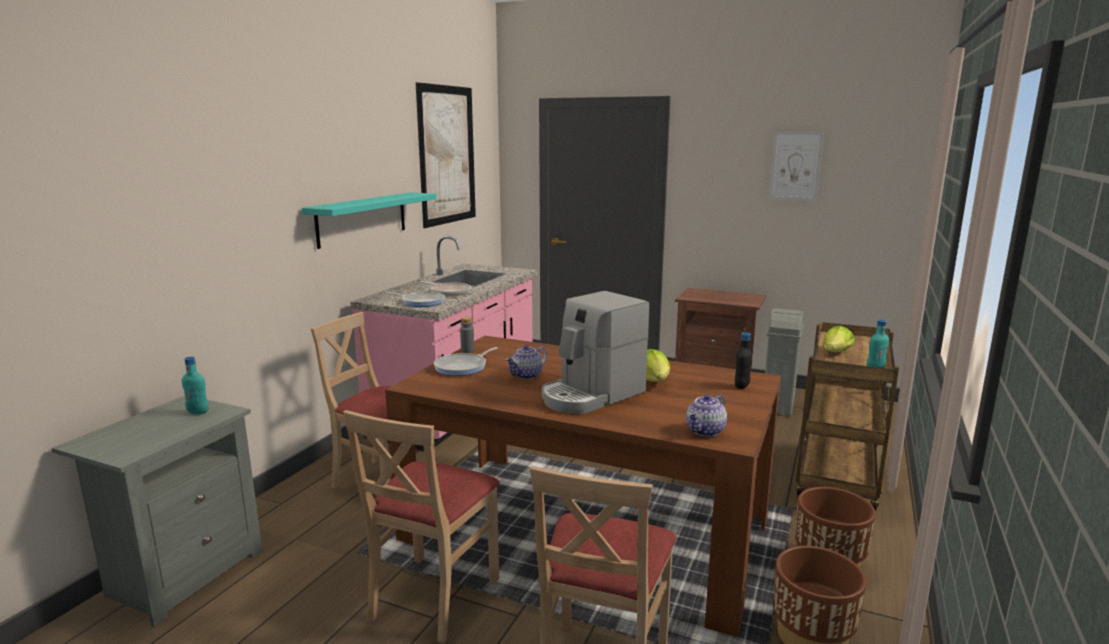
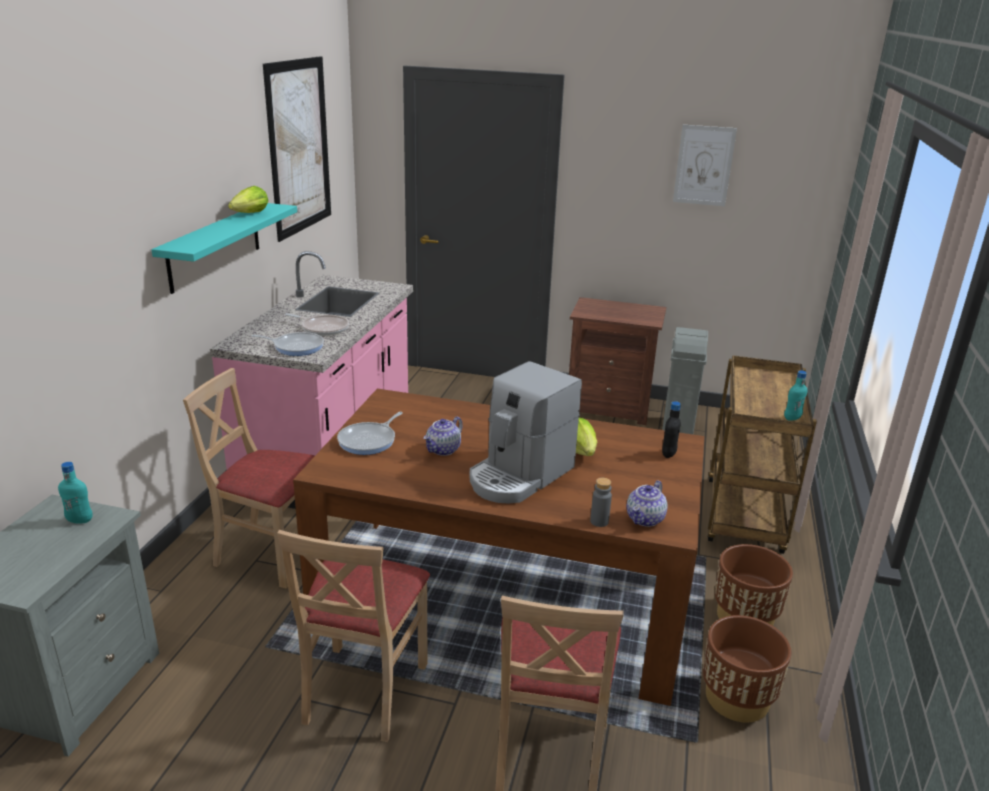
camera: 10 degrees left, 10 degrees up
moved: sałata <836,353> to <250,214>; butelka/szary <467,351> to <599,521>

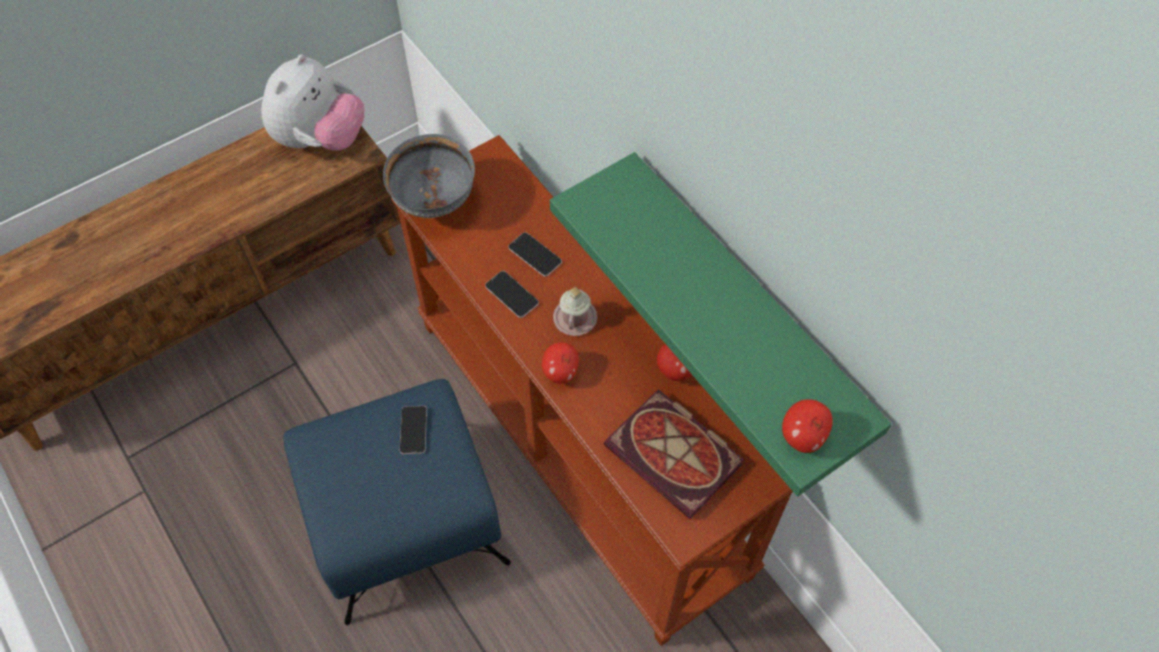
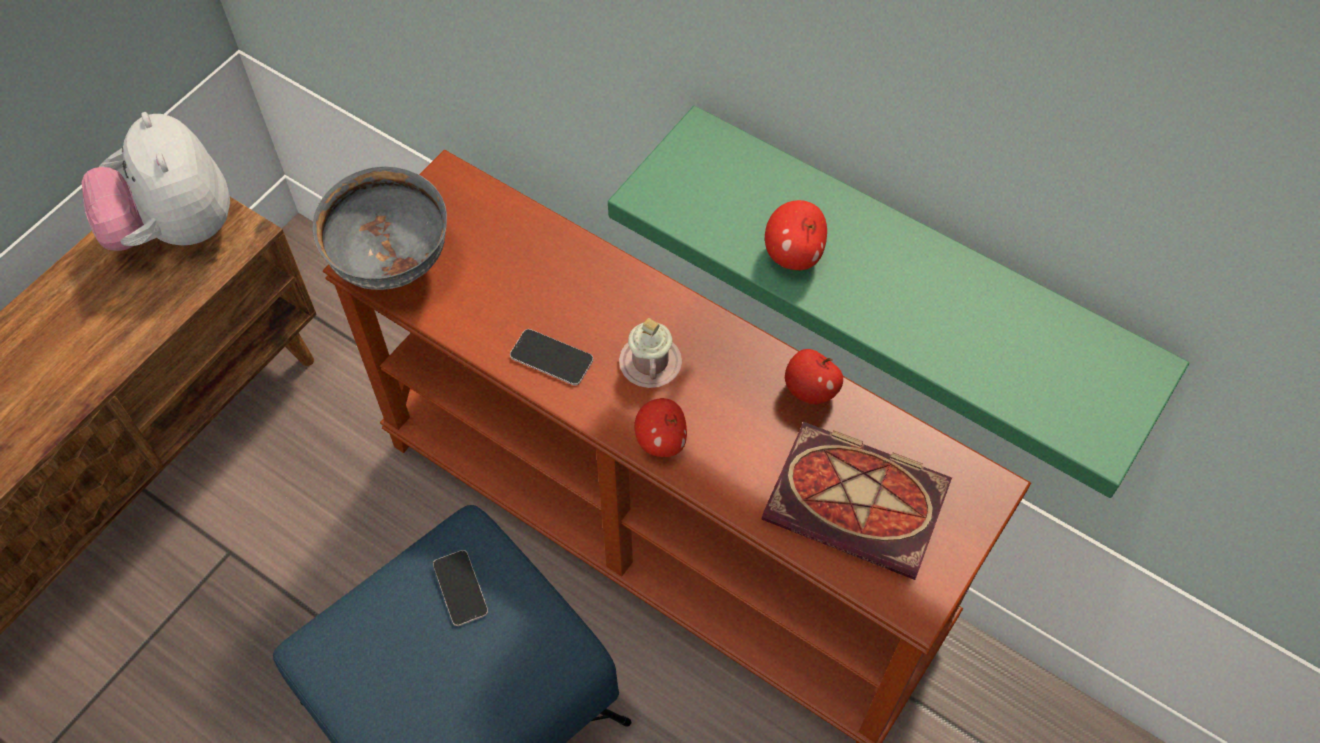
camera: 20 degrees left, 0 degrees up
removed: telefon <535,255>
moved: jabłko <802,436> to <793,254>
turned: pluszak <320,139> = <176,229> 150 degrees clockwise

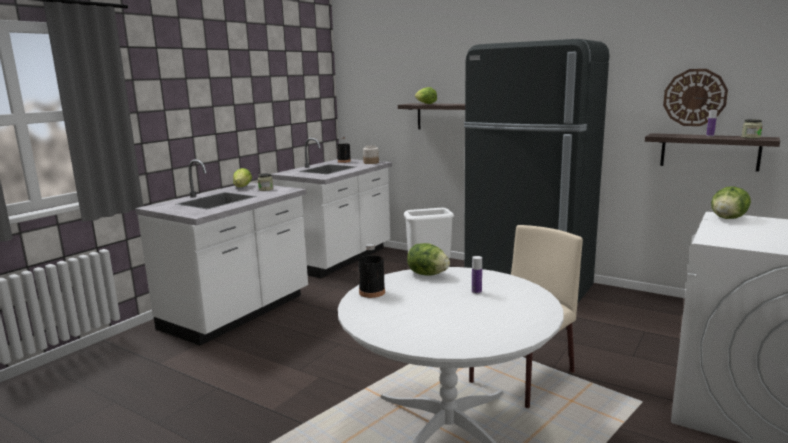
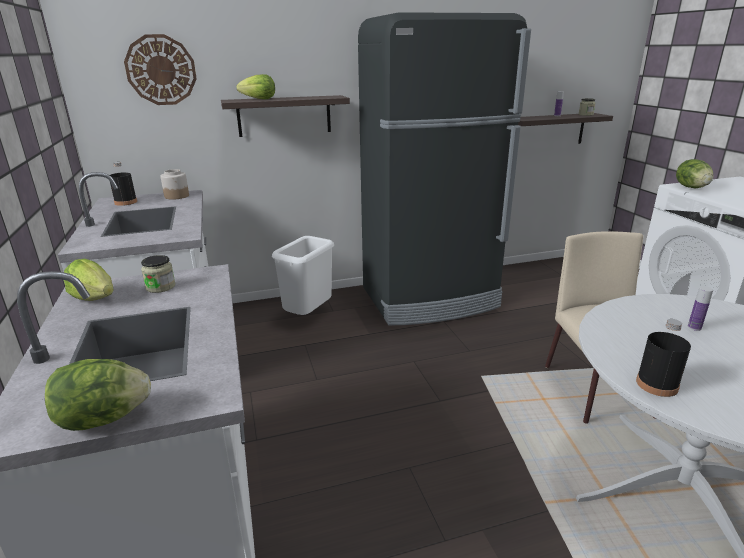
camera: 50 degrees left, 10 degrees up
moved: sałata <427,274> to <104,419>; zegar ścienny <694,97> to <161,70>

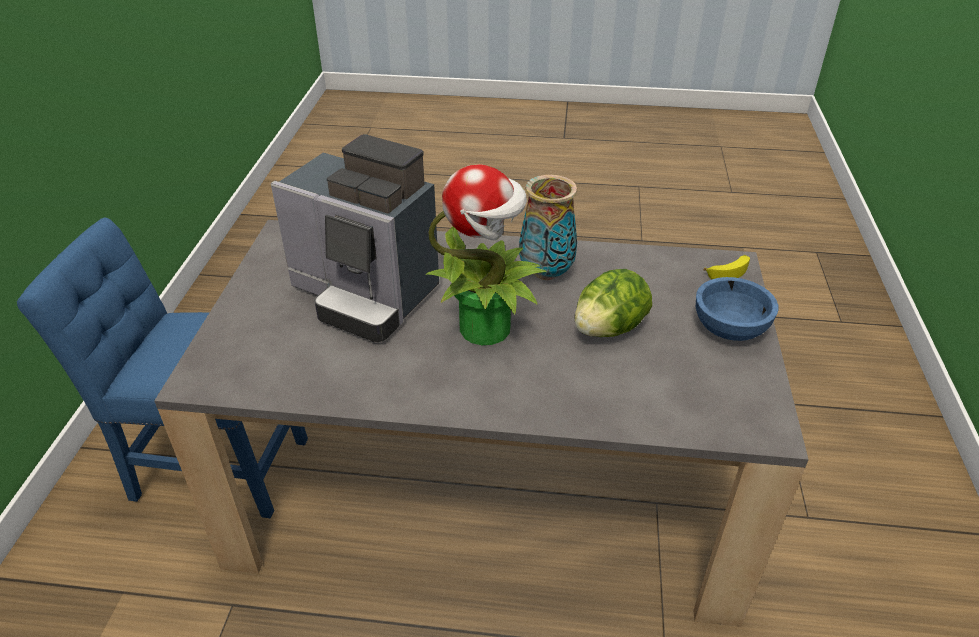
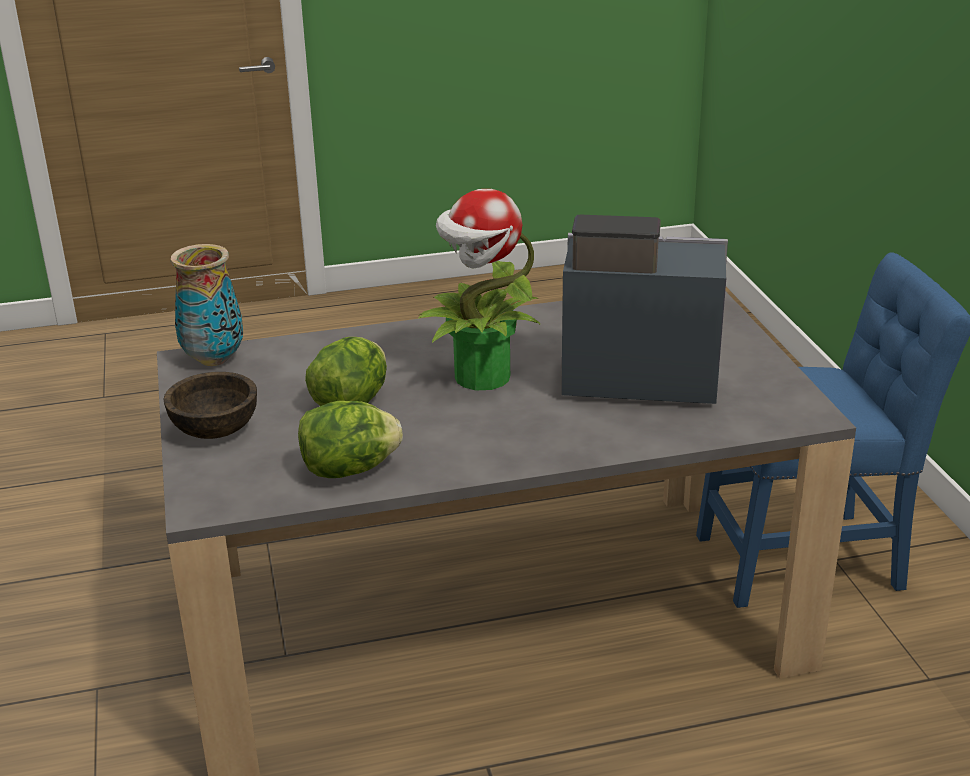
camera: 160 degrees right, 10 degrees down
removed: banan <728,271>
added: sałata <349,470>
moved: wazon <546,273> to <213,359>
recoloured: miska/niebieski <730,329> to miska/brązowy <214,429>

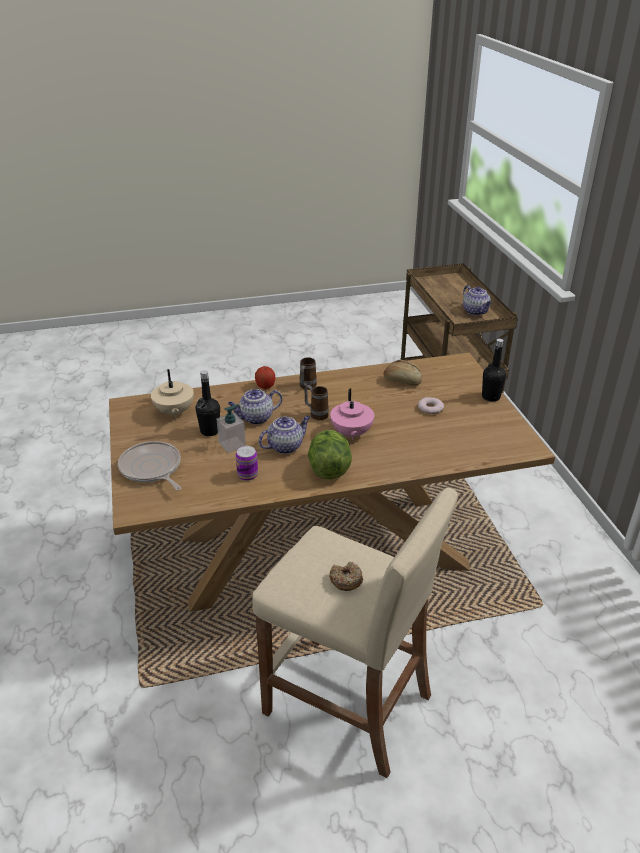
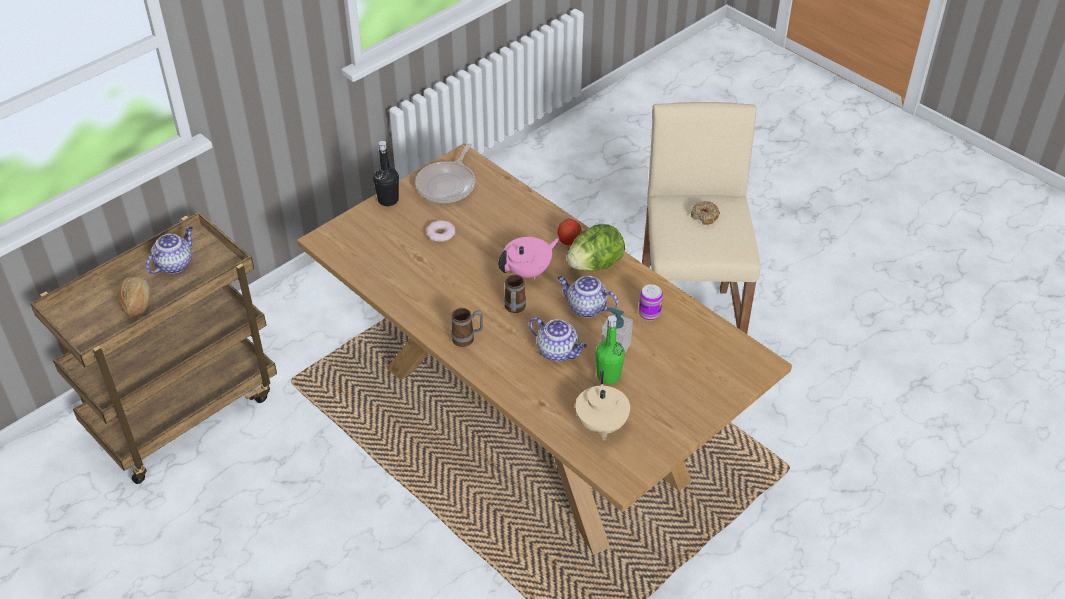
camera: 120 degrees left, 10 degrees up
moved: chleb <402,381> to <136,303>; patelnia <152,469> to <447,185>; jabłko <265,386> to <569,241>
recoloured: butelka/czarny <210,431> to butelka/zielony <608,376>
turned: imbryk/beżowy <174,412> = <601,425> 135 degrees clockwise

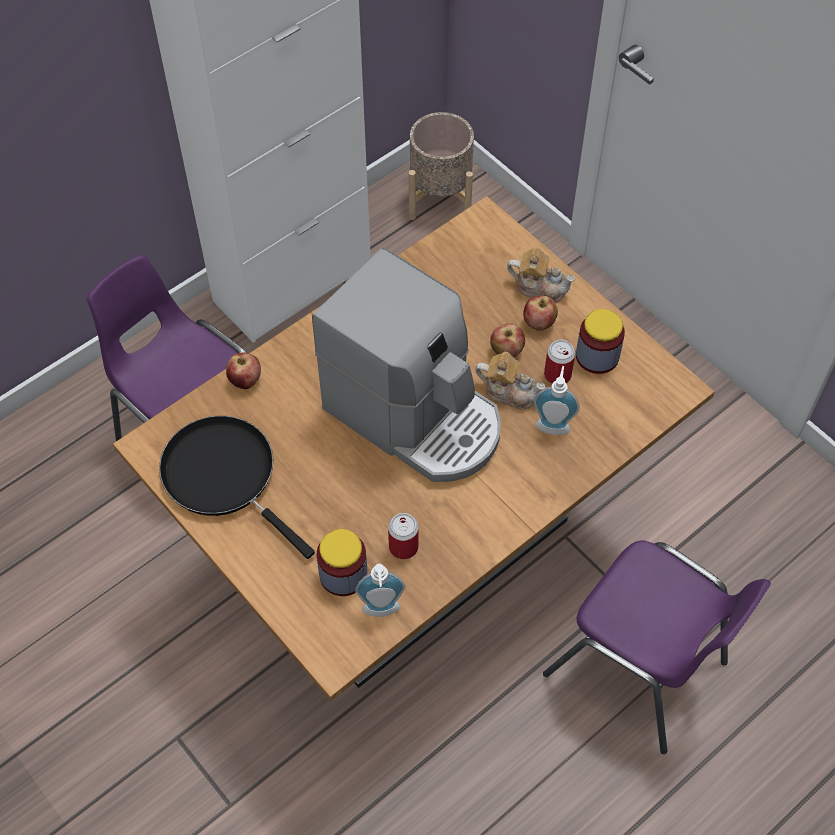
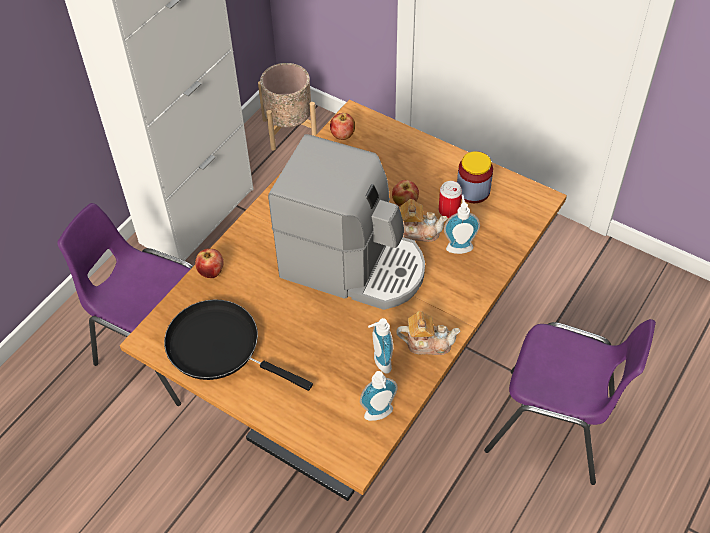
camera: 15 degrees left, 5 degrees down
removed: słoik <343,574>
moved: jabłko <538,323> to <342,136>; imbryk <539,287> to <427,343>
replaced: puszka <403,547> to dozownik mydła <379,363>

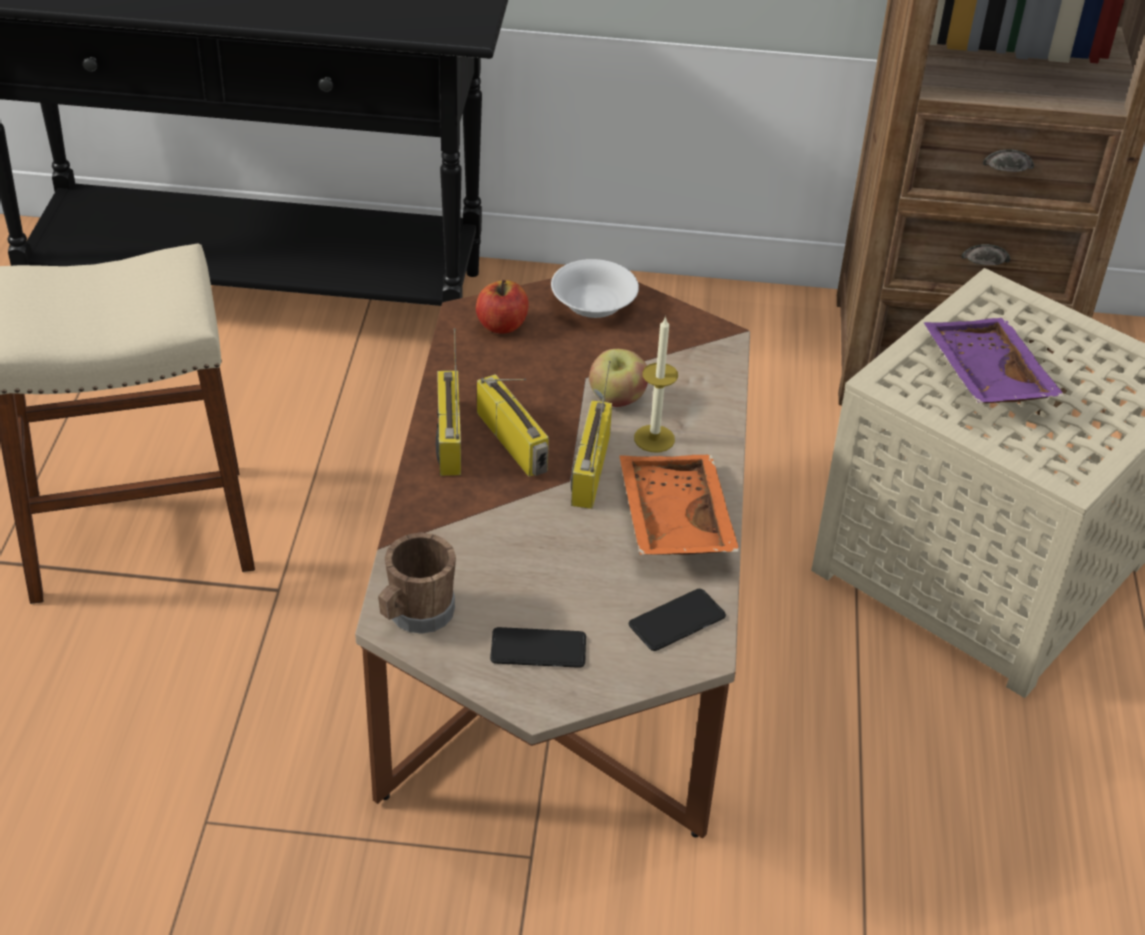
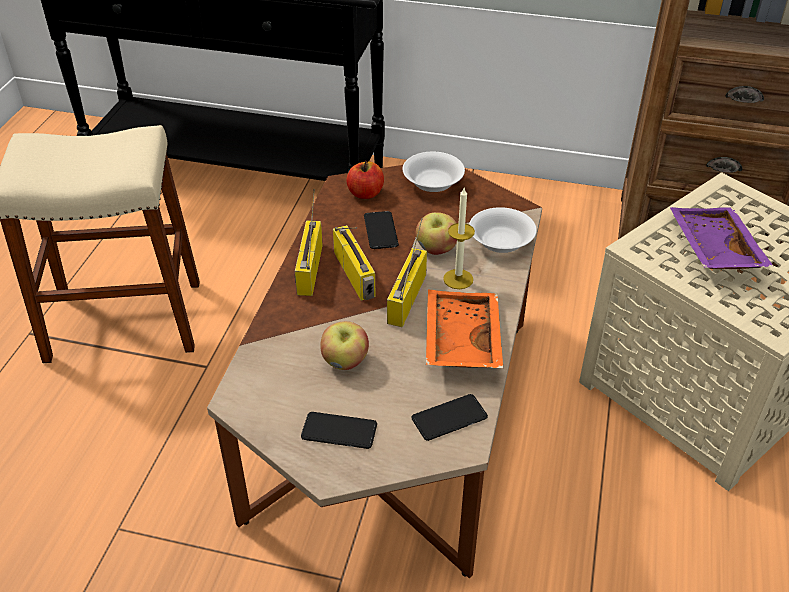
camera: 10 degrees right, 0 degrees up
removed: kubek/brązowy <415,615>
added: jabłko <345,362>; telefon <380,231>; miska/biały <500,242>

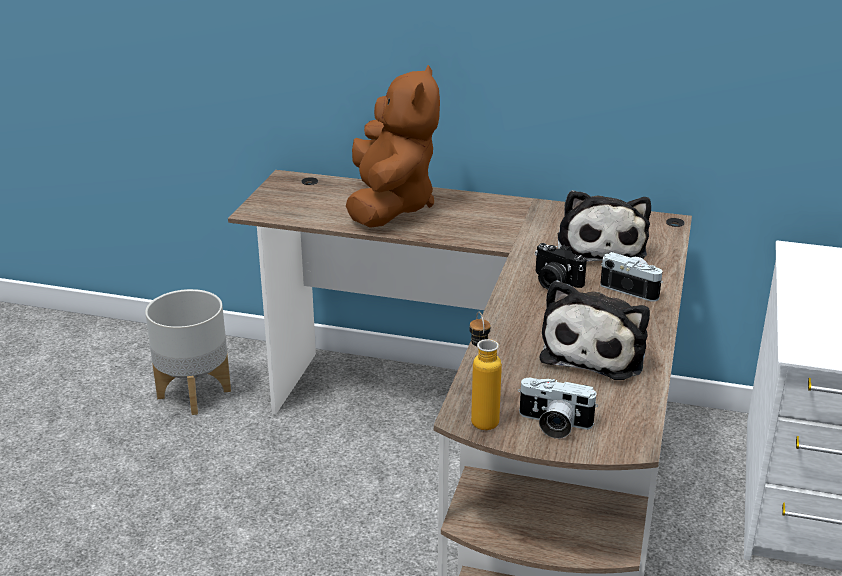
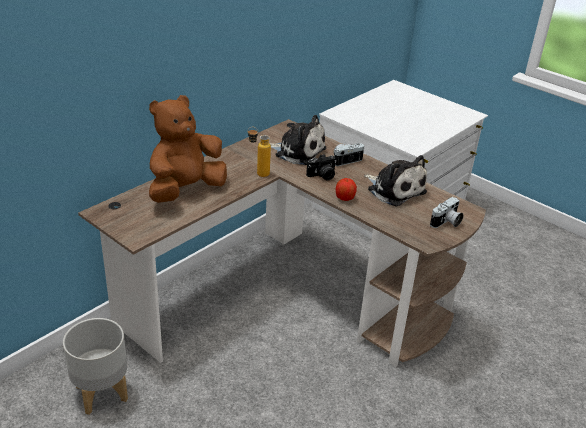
camera: 65 degrees left, 5 degrees up
added: jabłko <344,198>
moved: butelka <481,416> to <258,173>
turned: pluszak/brązowy <390,206> = <185,190> 75 degrees counterclockwise

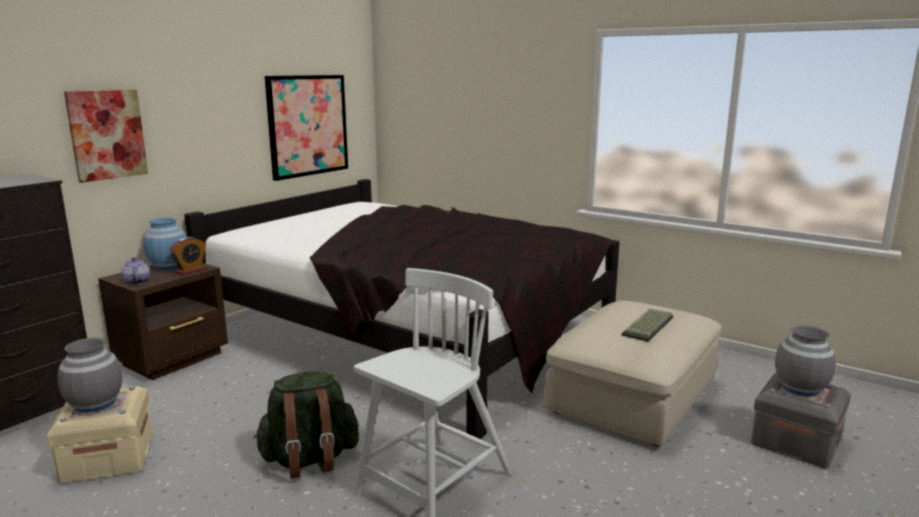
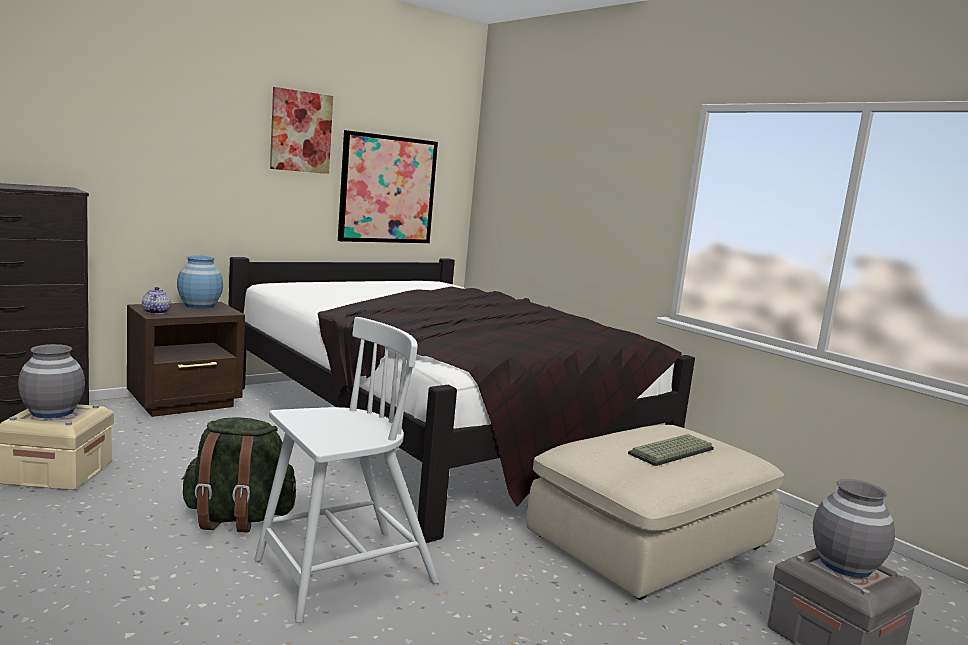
camera: 15 degrees right, 5 degrees down
removed: budzik <190,271>
moved: obraz <107,134> to <301,131>

